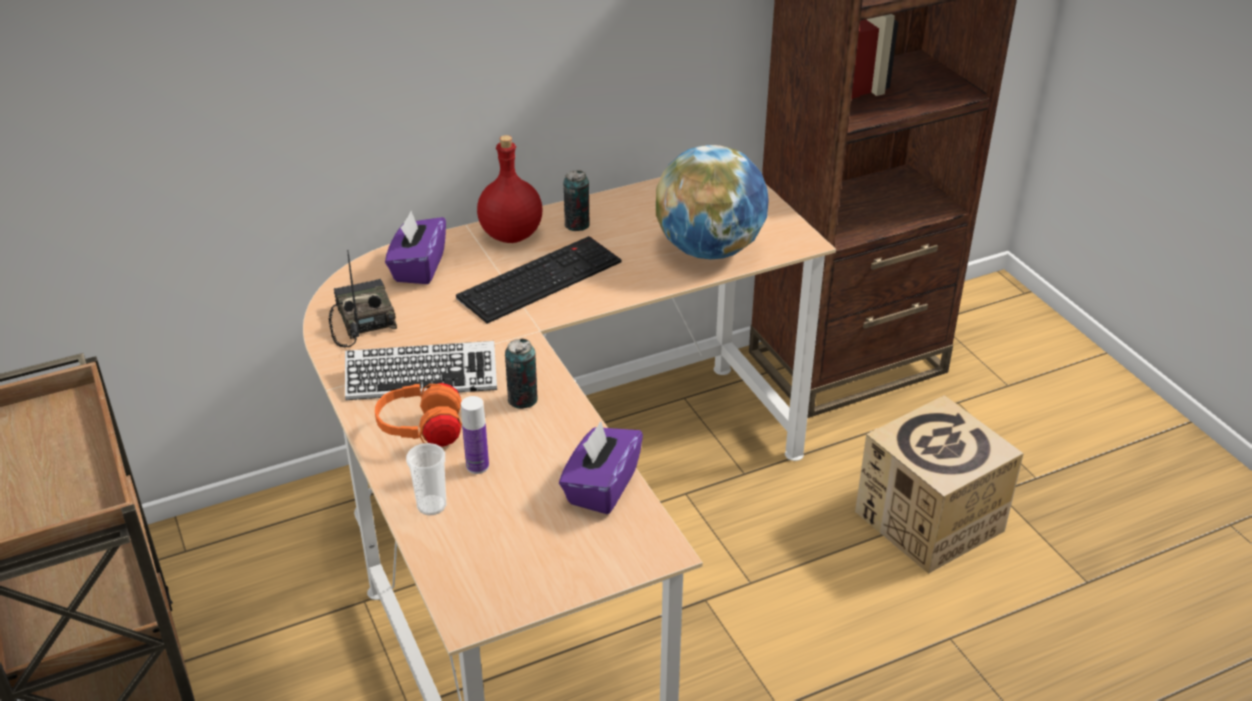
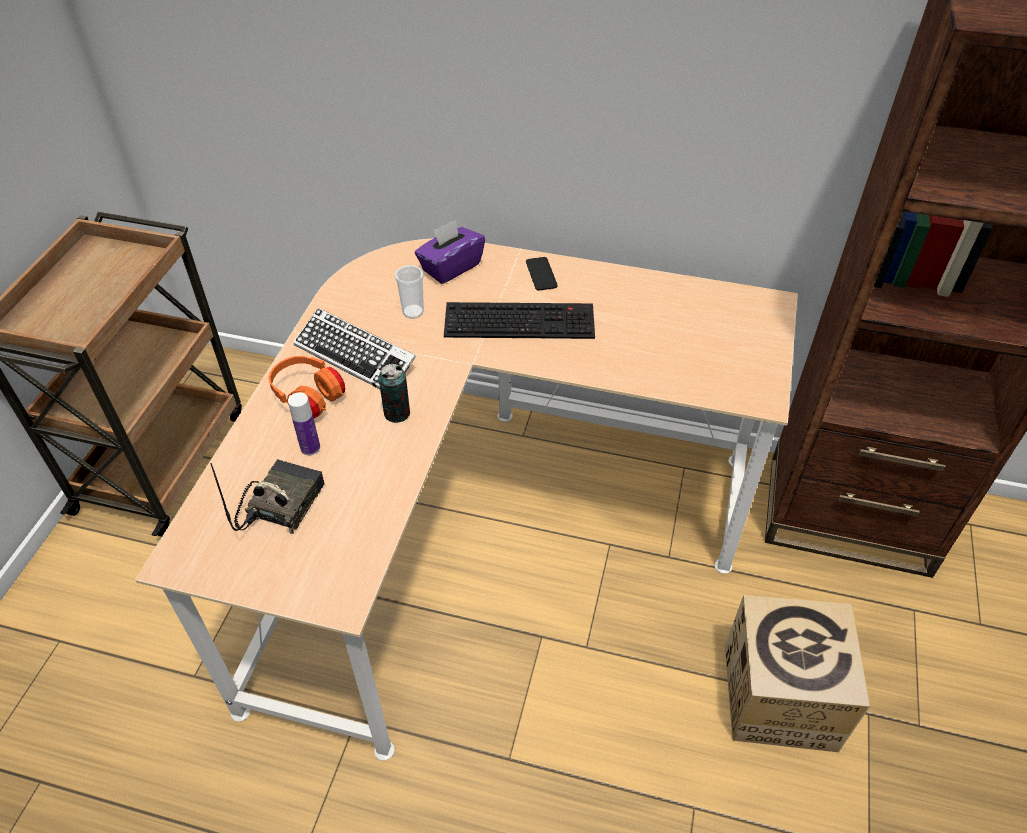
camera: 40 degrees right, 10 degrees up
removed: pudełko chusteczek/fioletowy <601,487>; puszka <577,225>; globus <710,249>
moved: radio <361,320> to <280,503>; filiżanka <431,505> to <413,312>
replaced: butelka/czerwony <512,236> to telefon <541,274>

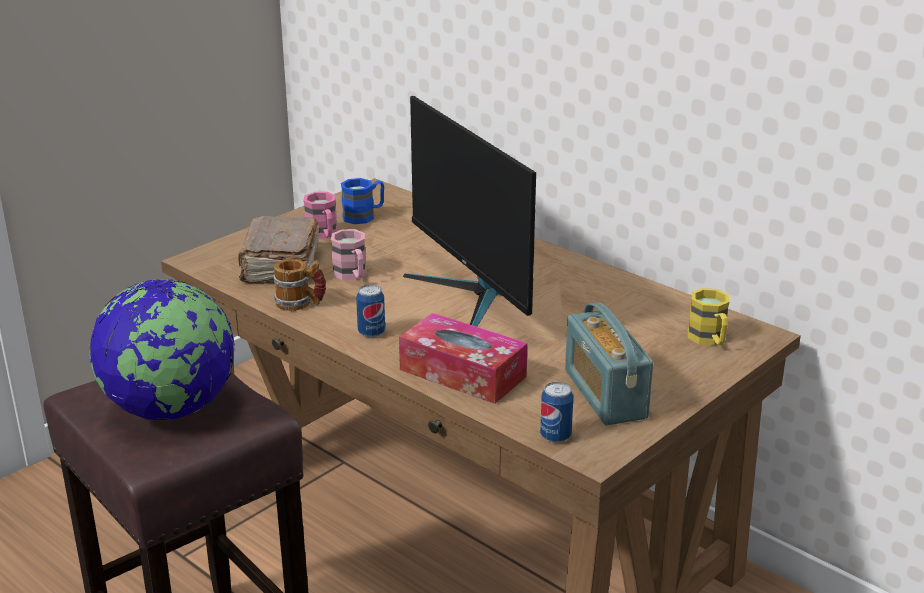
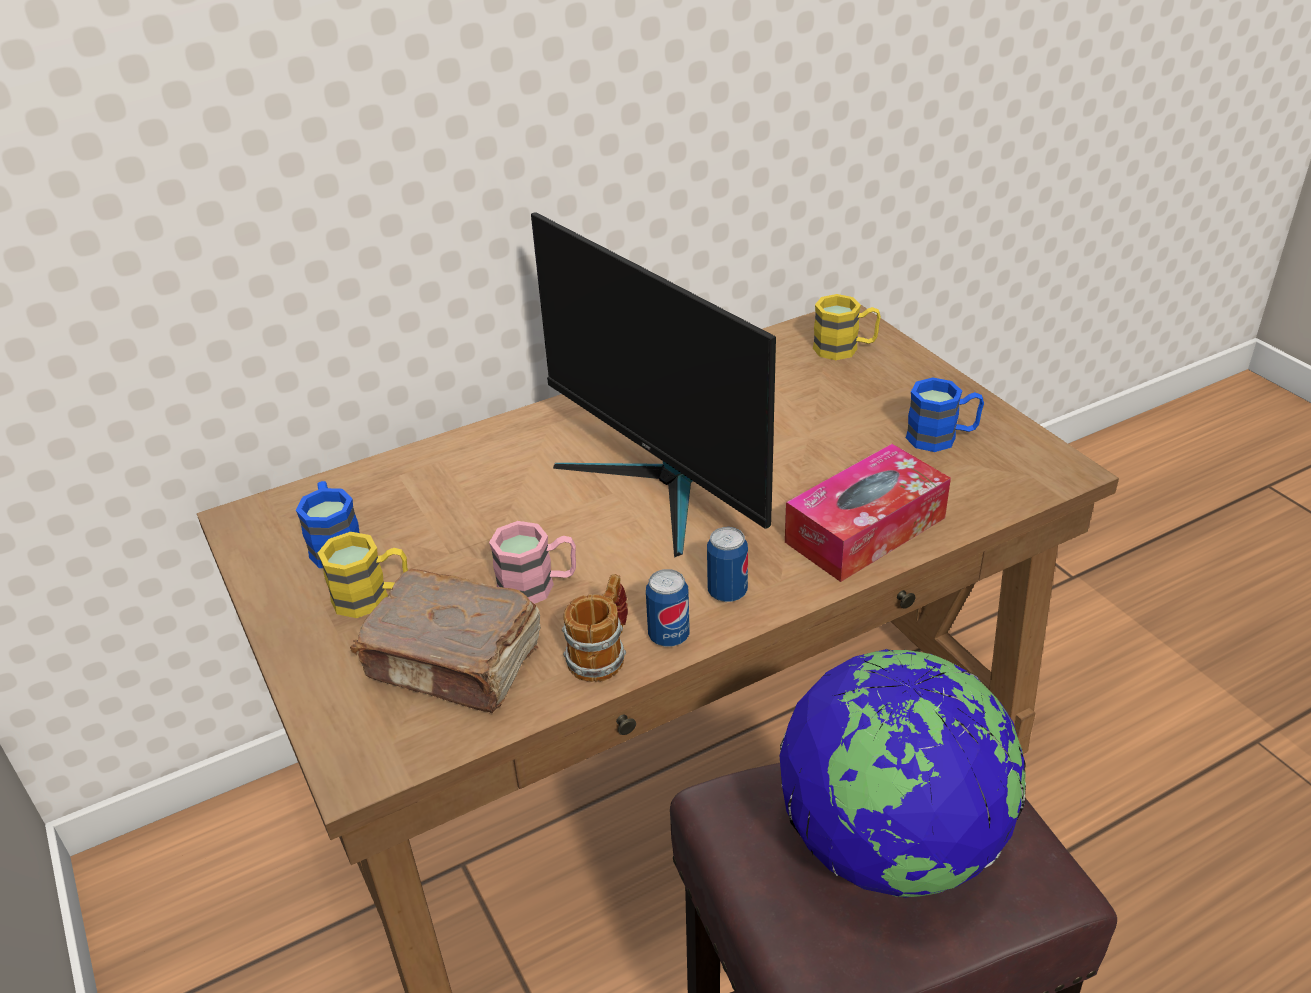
camera: 70 degrees left, 10 degrees up
moved: puszka <555,436> to <669,636>
replaced: radio <604,394> to kubek/niebieski <942,437>
recoloured: kubek/różowy <323,234> to kubek/żółty <372,597>
turned: monitor <473,294> = <659,485> 60 degrees clockwise

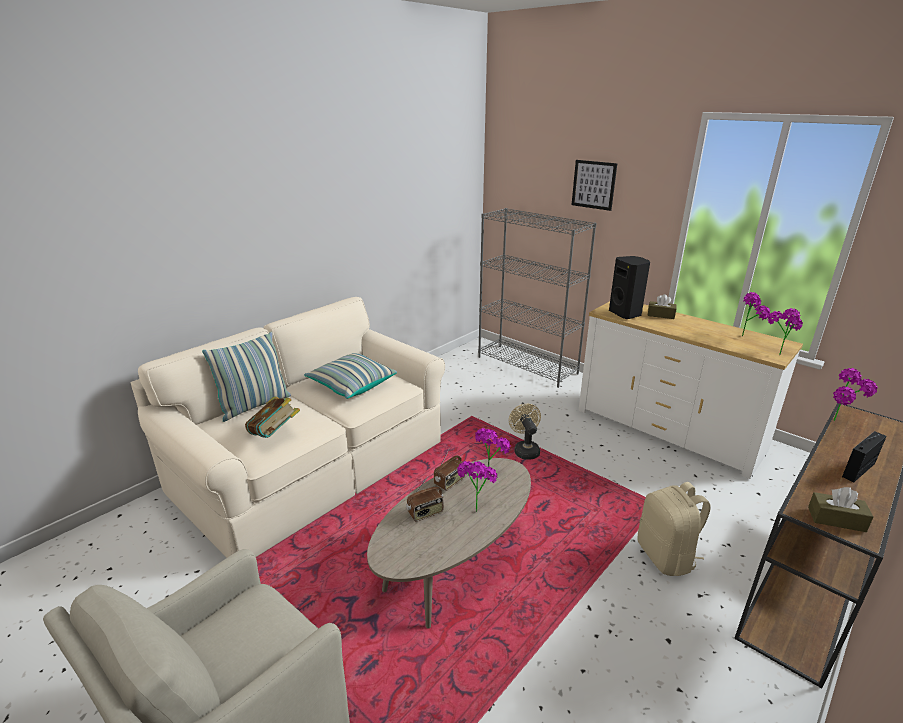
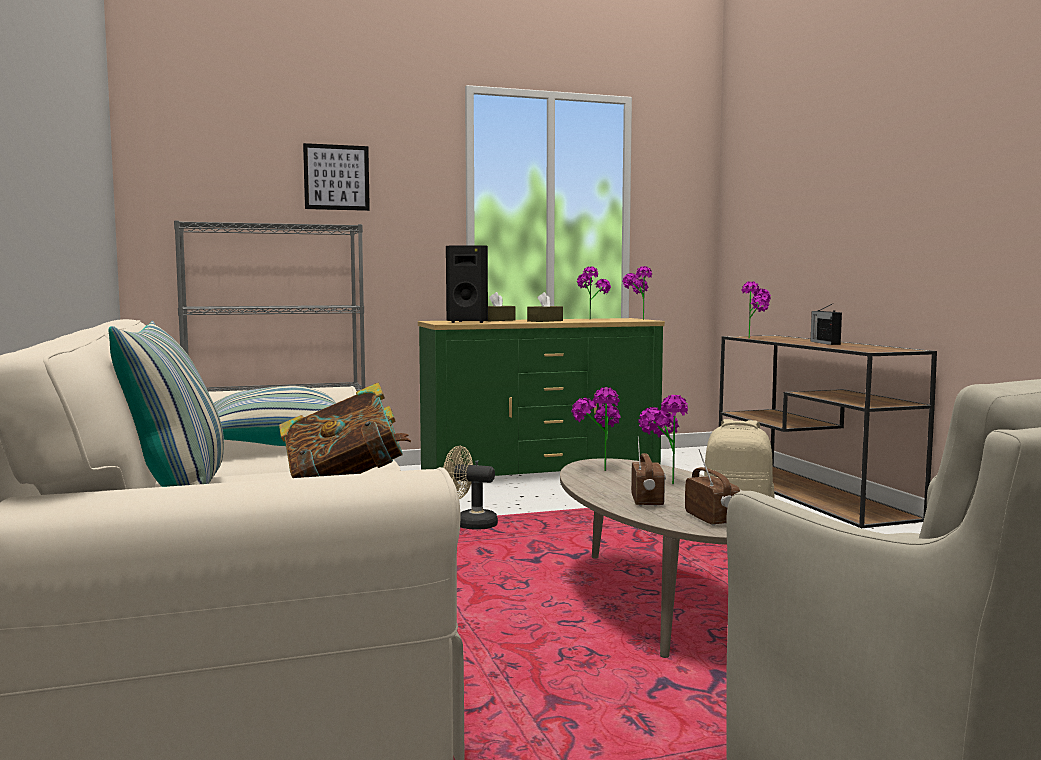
camera: 60 degrees left, 20 degrees down
moved: pudełko chusteczek/brązowy <836,519> to <545,321>; radio <450,482> to <712,519>
recoloured: komoda/biały <667,430> to komoda/zielony <540,471>

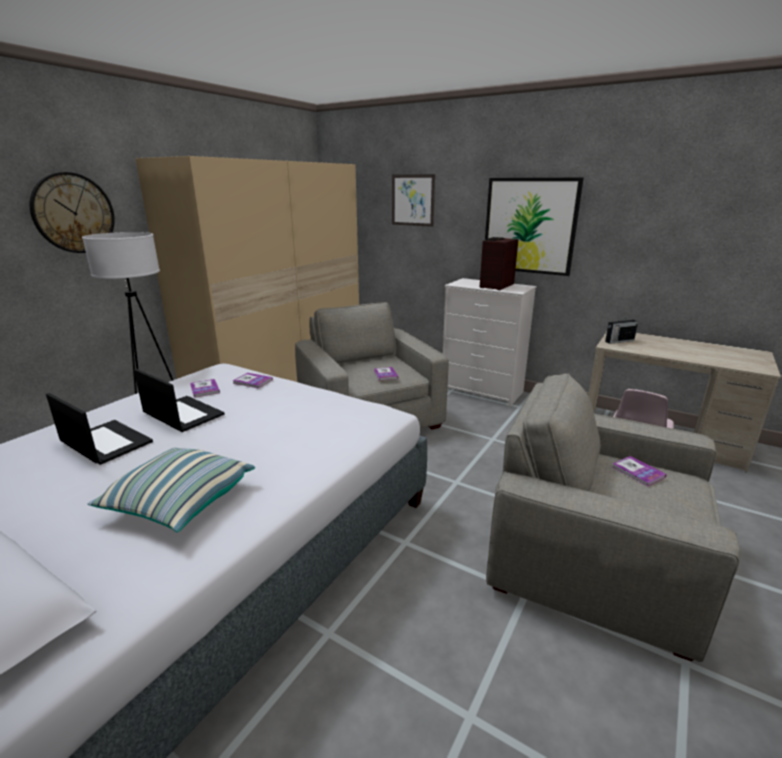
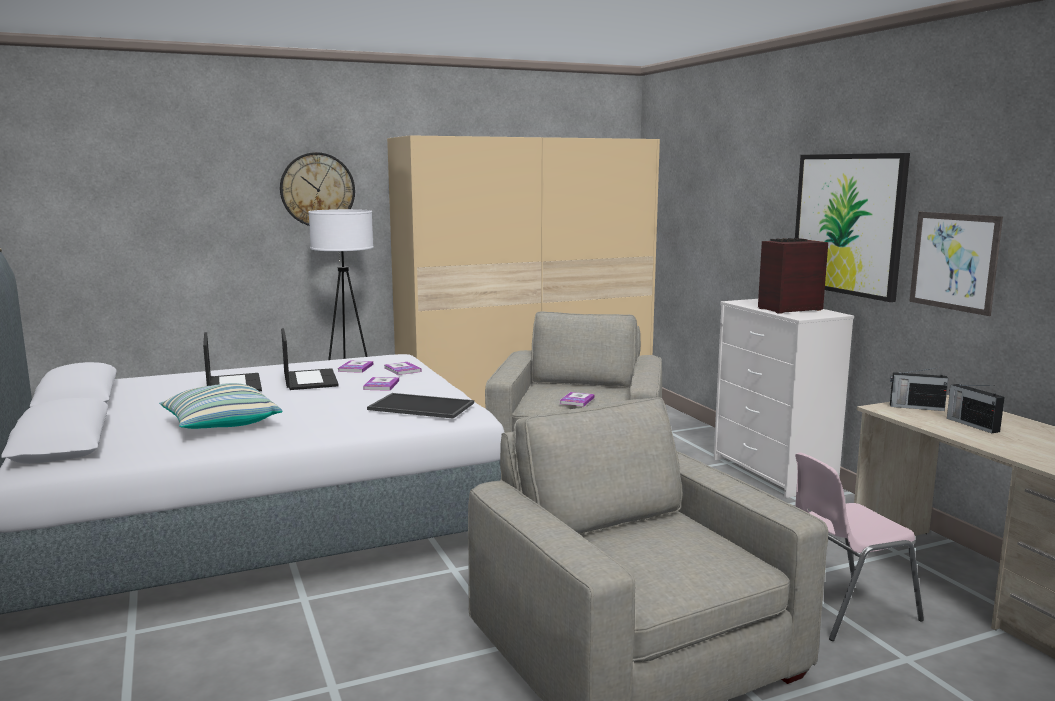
camera: 35 degrees right, 10 degrees down
added: taca <419,407>; radio <971,424>
moved: książka <638,472> to <381,385>; obraz <413,200> to <954,261>

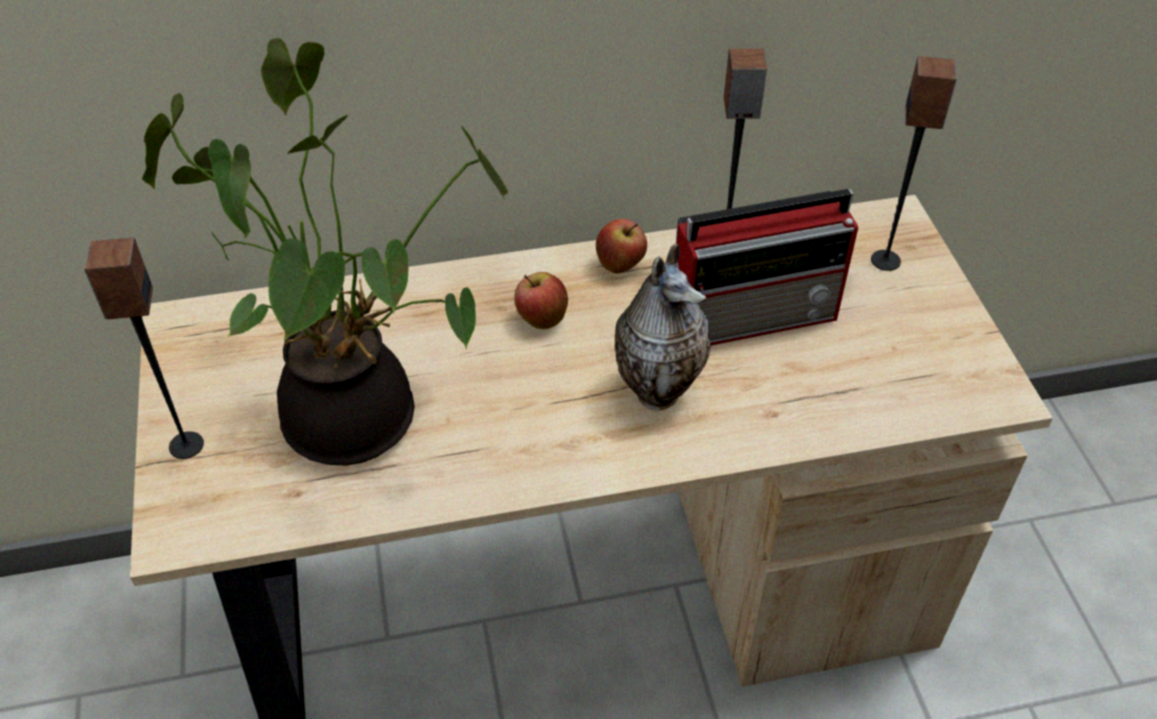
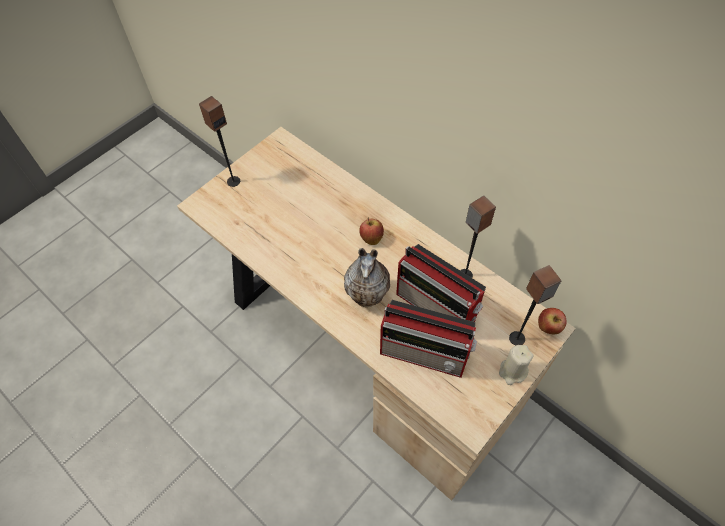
camera: 55 degrees right, 10 degrees up
removed: roślina doniczkowa <359,413>
added: radio <425,354>; świeca/beżowy <512,371>
moved: jabłko <621,265> to <548,328>

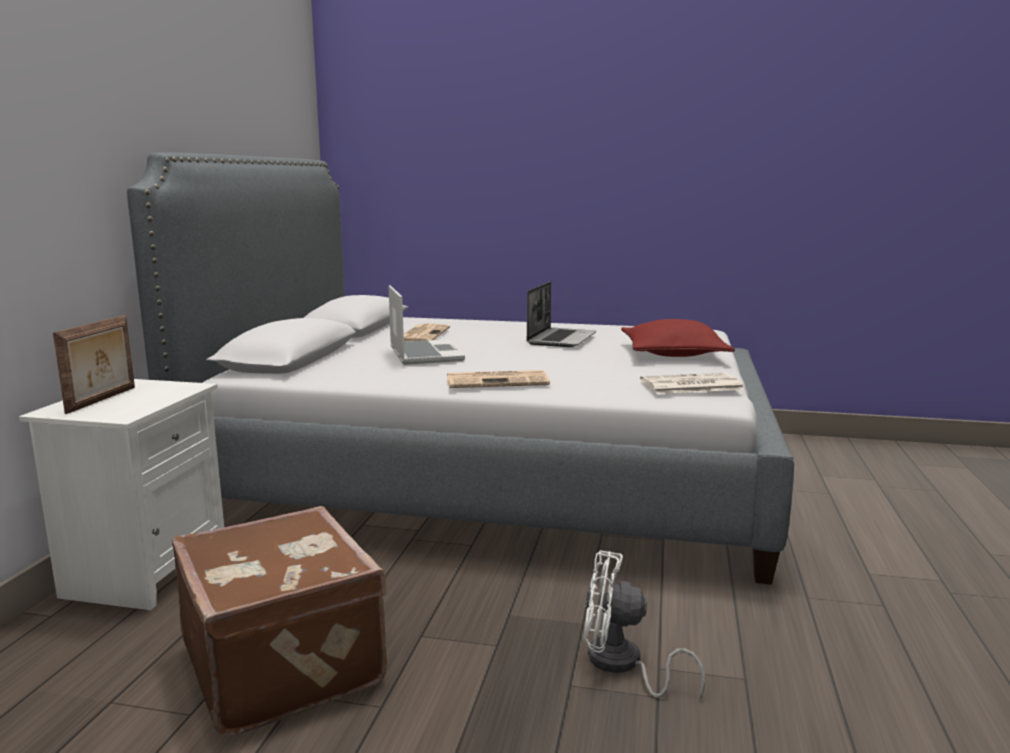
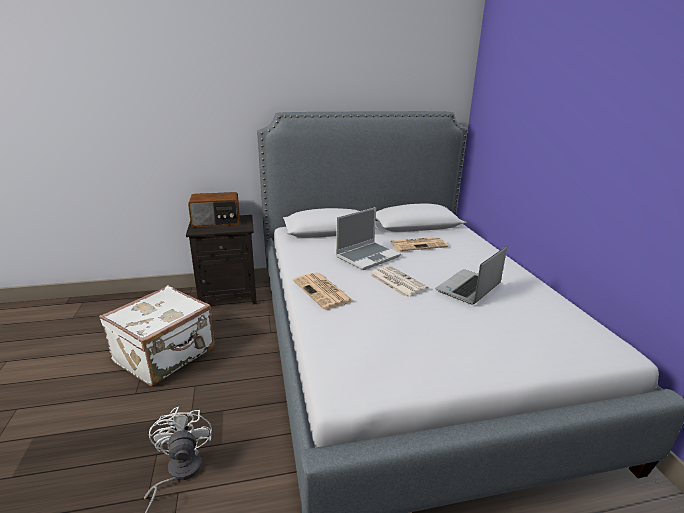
camera: 65 degrees right, 10 degrees up
removed: poduszka/czerwony <673,354>
moved: gazeta <690,385> to <396,281>
replaced: ramka na zdjęcie <103,400> to radio <216,221>
recoloured: walizka/brązowy <286,662> to walizka/biały <166,355>; szafka nocna/biały <146,570> to szafka nocna/czarny <229,295>
turned: laptop <561,339> = <468,288> 135 degrees clockwise

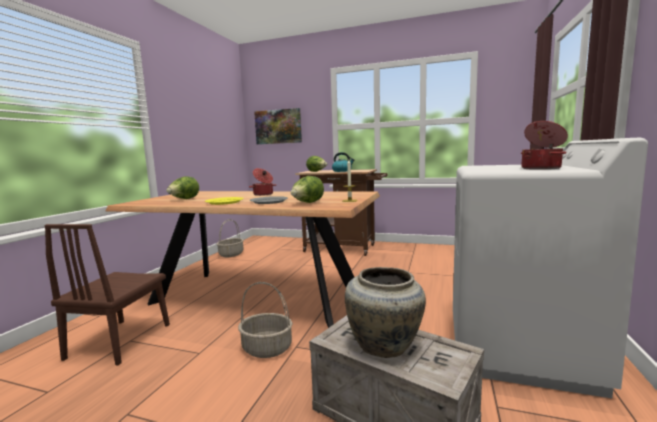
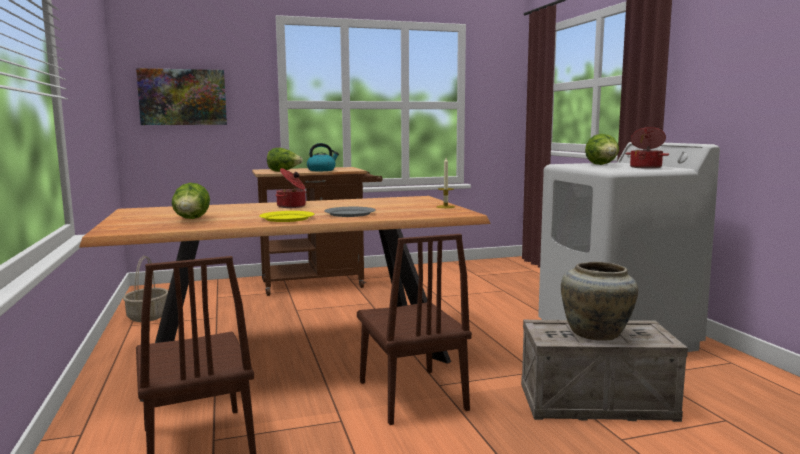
camera: 35 degrees left, 0 degrees up
moved: sałata <307,203> to <602,165>
replaced: koszyk <266,348> to krzesło/brązowy <411,395>

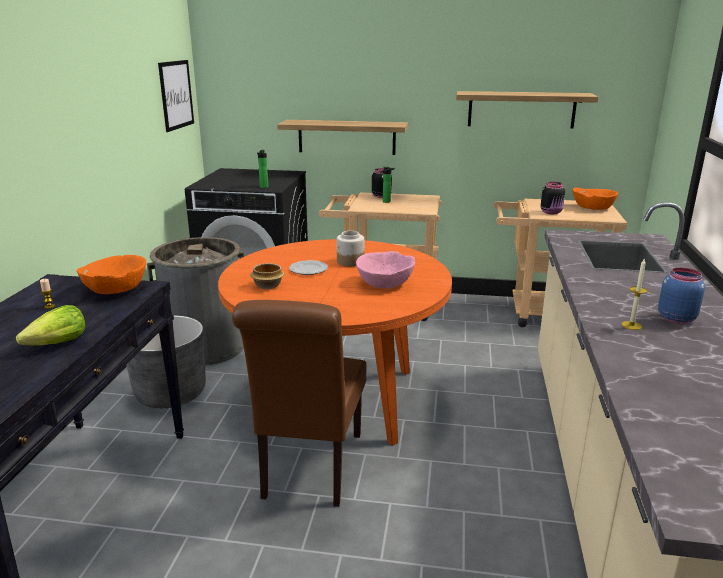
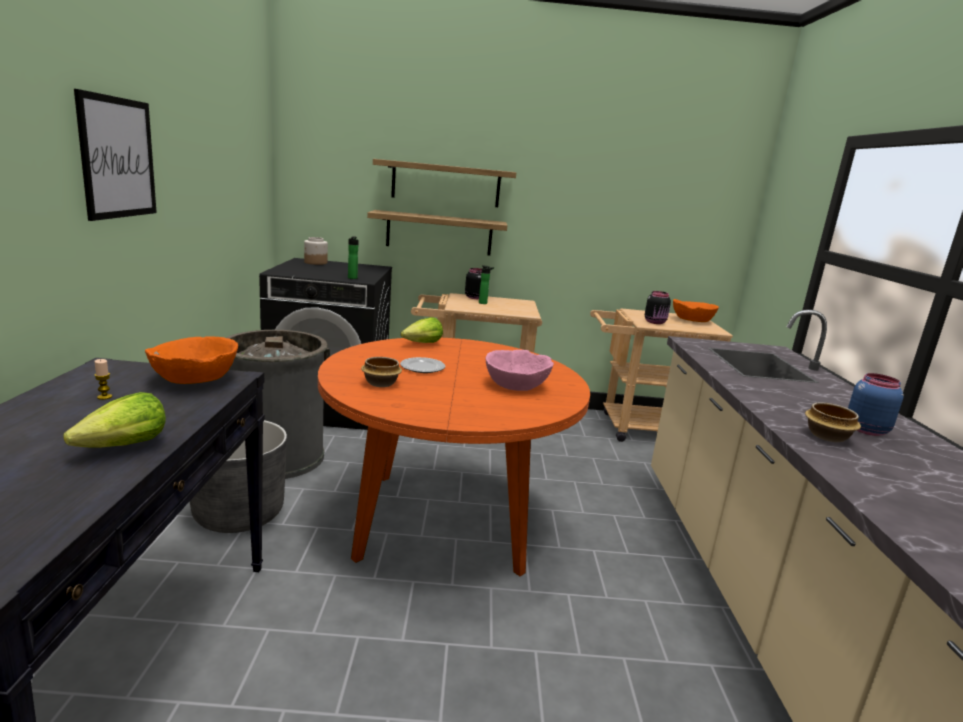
camera: 10 degrees left, 5 degrees down
removed: krzesło/brązowy <310,469>
added: sałata <423,344>
moved: obraz <176,95> to <118,158>; słoik <350,262> to <315,262>; półka <521,109> to <446,184>
replaced: świeca <631,325> to miska <828,436>

